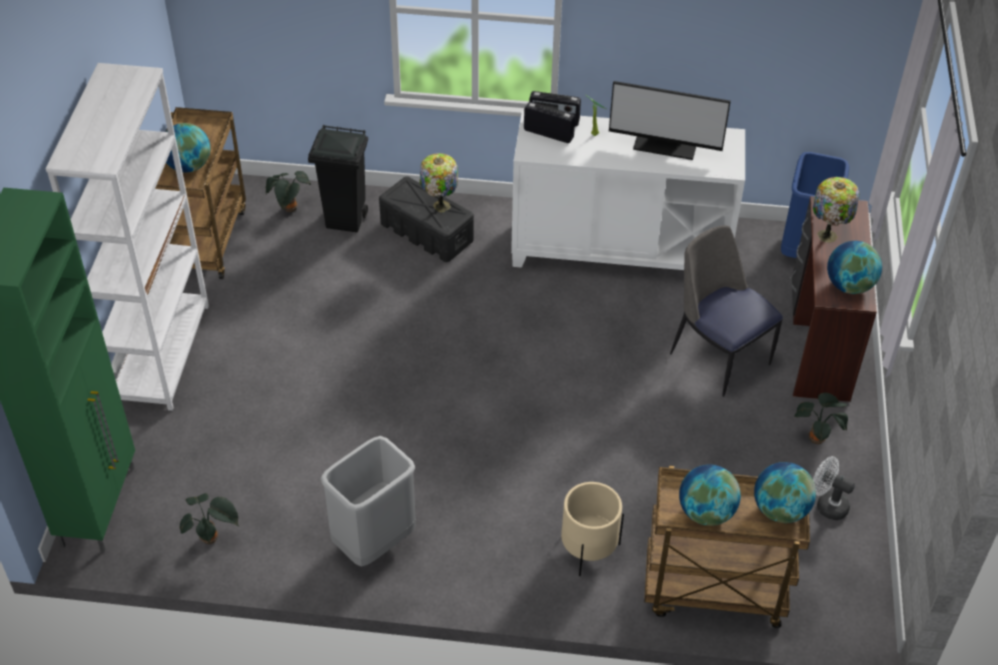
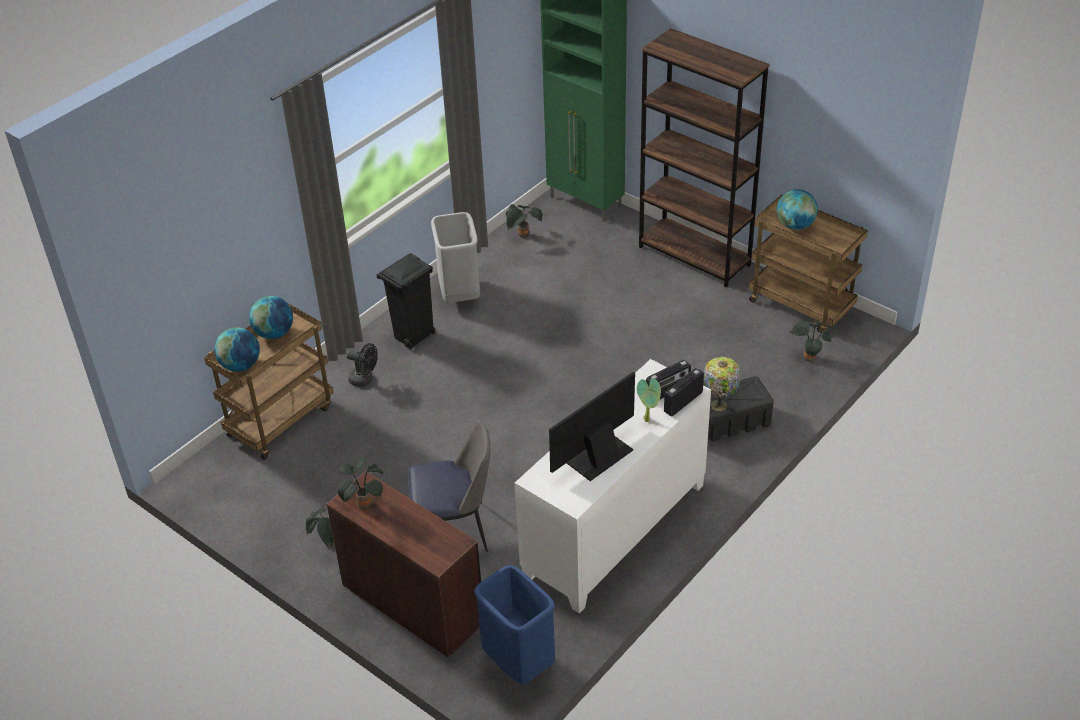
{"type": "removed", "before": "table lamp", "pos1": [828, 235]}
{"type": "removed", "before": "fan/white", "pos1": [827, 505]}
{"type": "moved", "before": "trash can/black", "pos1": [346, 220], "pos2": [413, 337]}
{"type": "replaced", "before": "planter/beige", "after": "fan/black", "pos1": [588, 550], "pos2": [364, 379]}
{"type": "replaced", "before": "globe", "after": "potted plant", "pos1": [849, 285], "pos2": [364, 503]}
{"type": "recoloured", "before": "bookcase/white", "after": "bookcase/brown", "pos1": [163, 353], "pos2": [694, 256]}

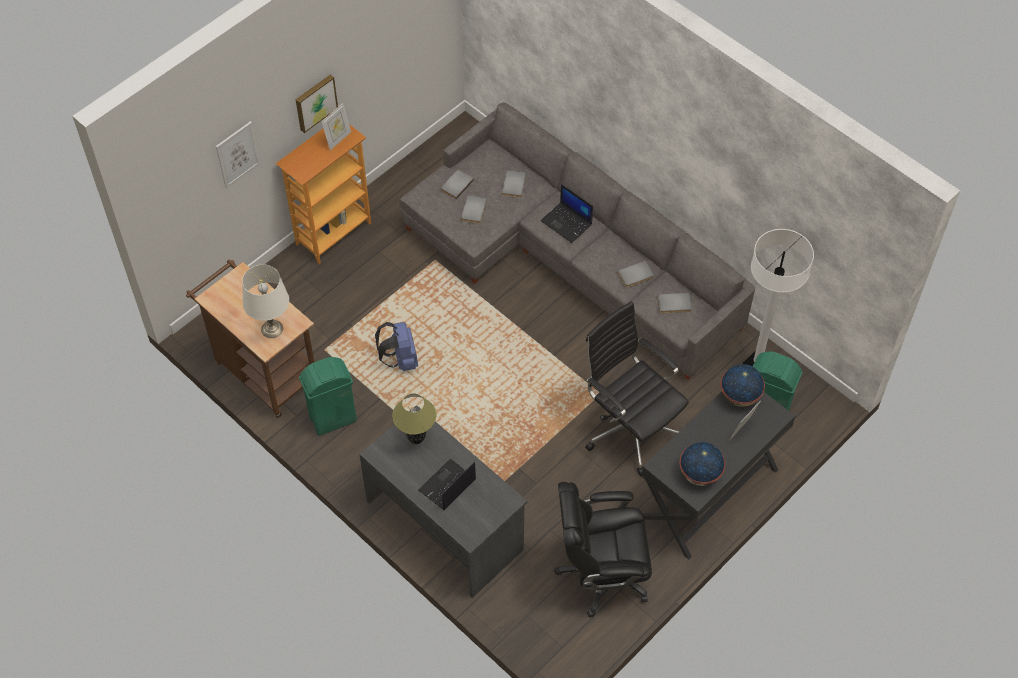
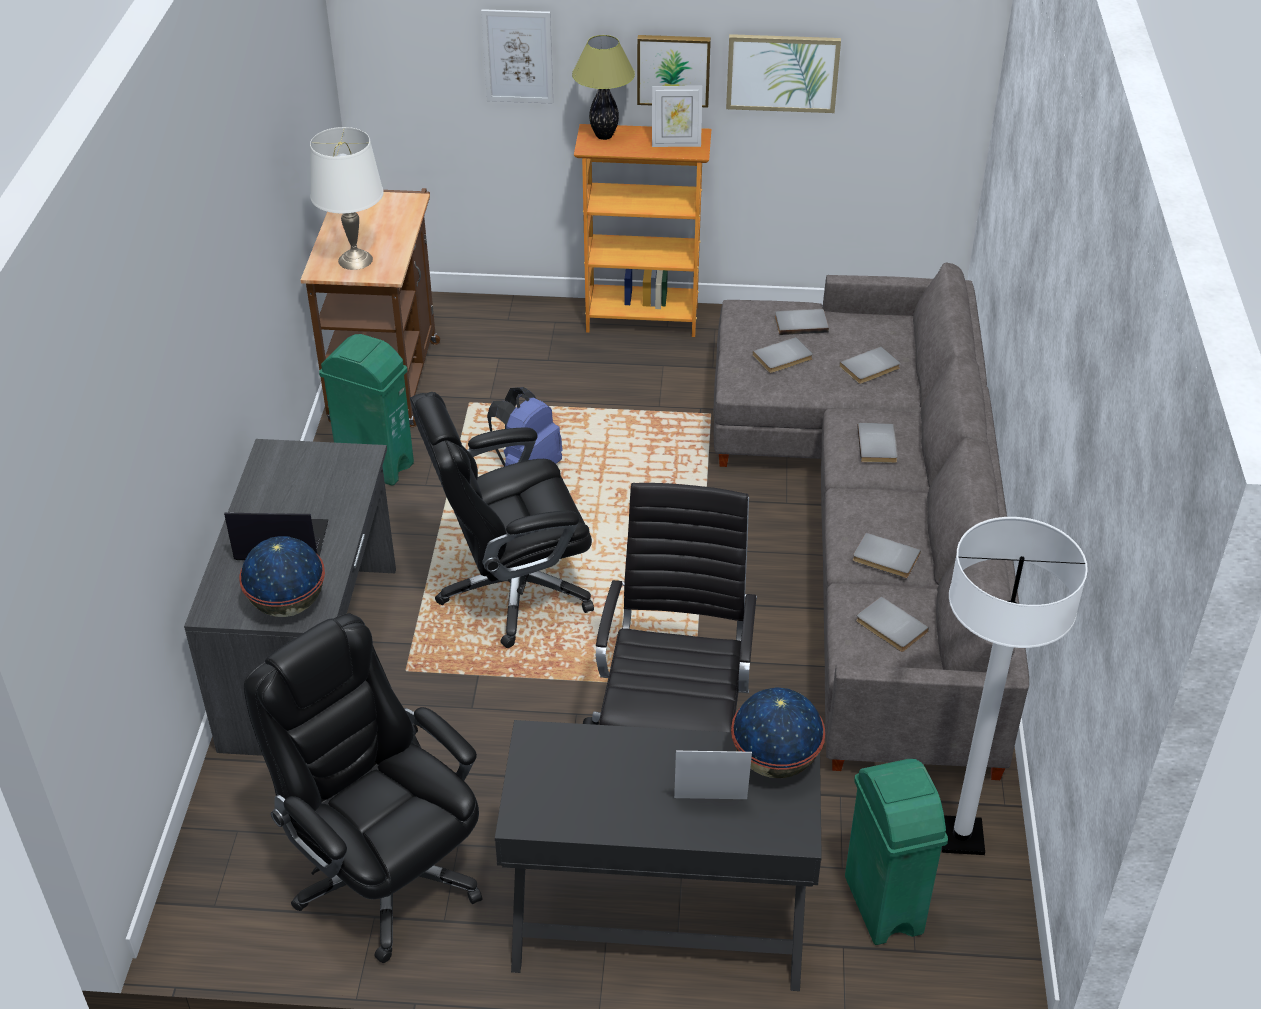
{"type": "added", "after": "office chair/black", "pos2": [512, 590]}
{"type": "added", "after": "picture", "pos2": [782, 72]}
{"type": "moved", "before": "table lamp", "pos1": [416, 439], "pos2": [604, 136]}
{"type": "moved", "before": "globe", "pos1": [699, 474], "pos2": [287, 604]}
{"type": "replaced", "before": "laptop", "after": "book/grey", "pos1": [567, 223], "pos2": [879, 445]}

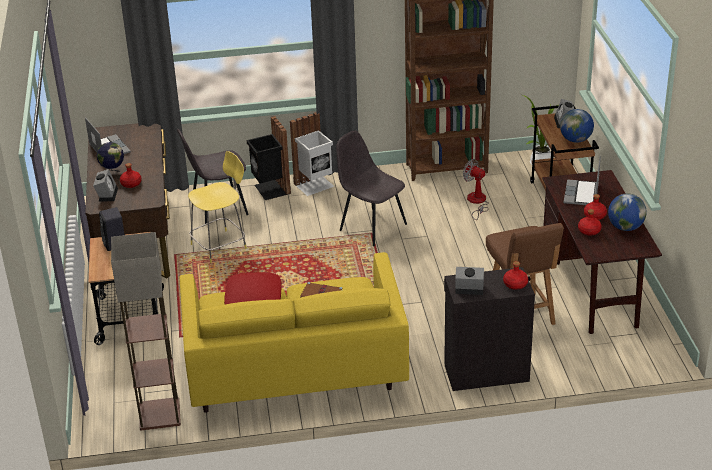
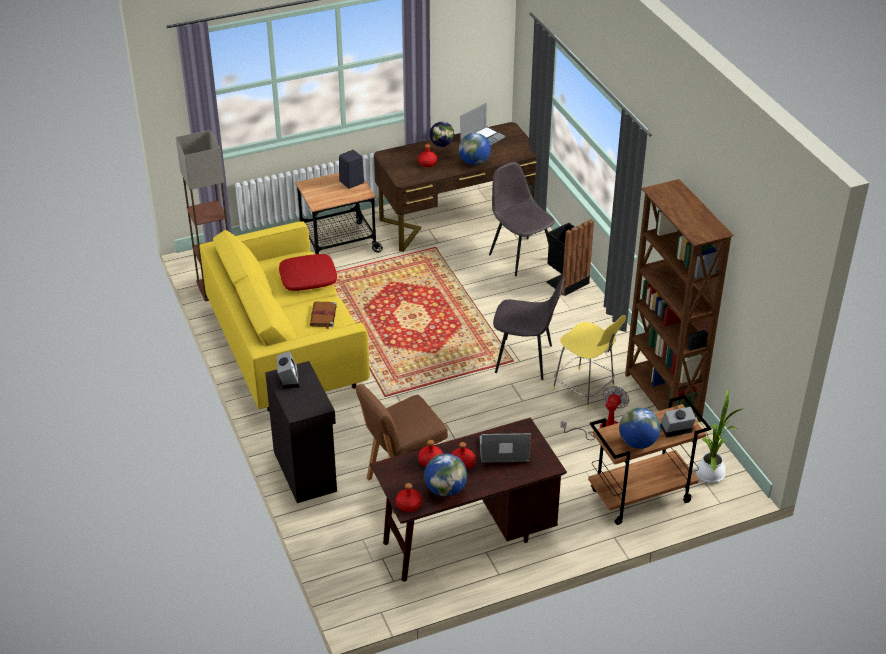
{"type": "removed", "before": "alarm clock", "pos1": [107, 194]}
{"type": "removed", "before": "trash can/white", "pos1": [315, 186]}
{"type": "added", "after": "globe", "pos2": [474, 162]}
{"type": "moved", "before": "stool/yellow", "pos1": [220, 246], "pos2": [585, 390]}
{"type": "moved", "before": "bottle/red", "pos1": [515, 284], "pos2": [409, 505]}
{"type": "turned", "before": "chair/grey", "pos1": [371, 226], "pos2": [525, 359], "turn": 75}

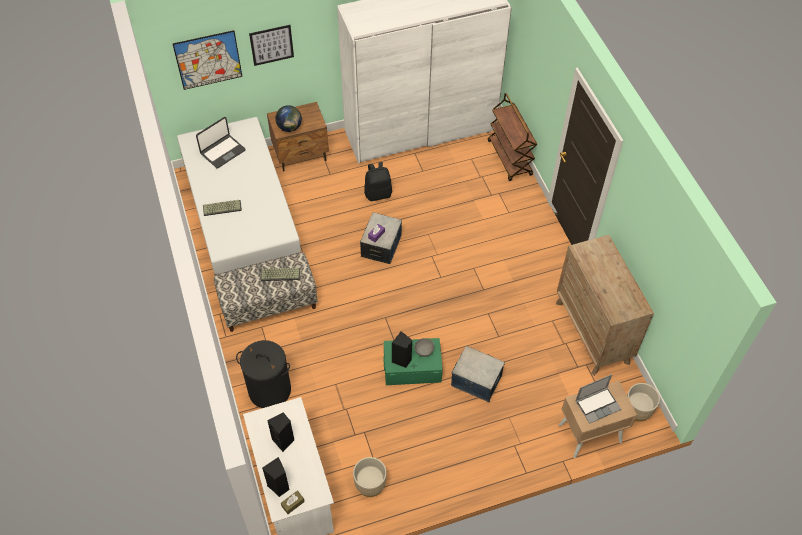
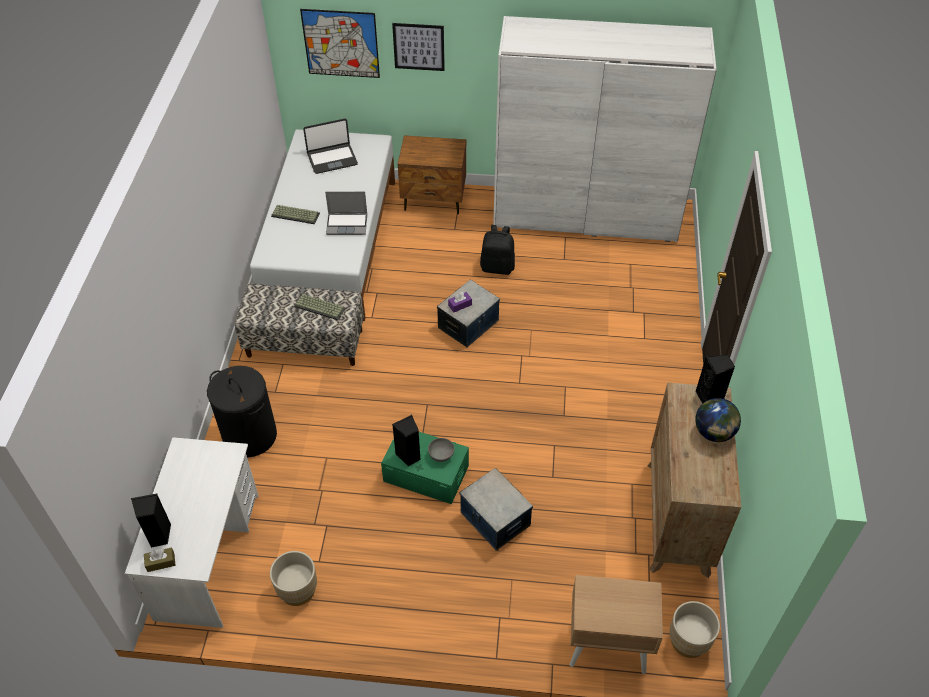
{"type": "removed", "before": "cart/brown", "pos1": [510, 158]}
{"type": "moved", "before": "speaker/black", "pos1": [284, 441], "pos2": [710, 398]}
{"type": "moved", "before": "globe", "pos1": [289, 127], "pos2": [713, 432]}
{"type": "moved", "before": "laptop", "pos1": [597, 405], "pos2": [347, 224]}

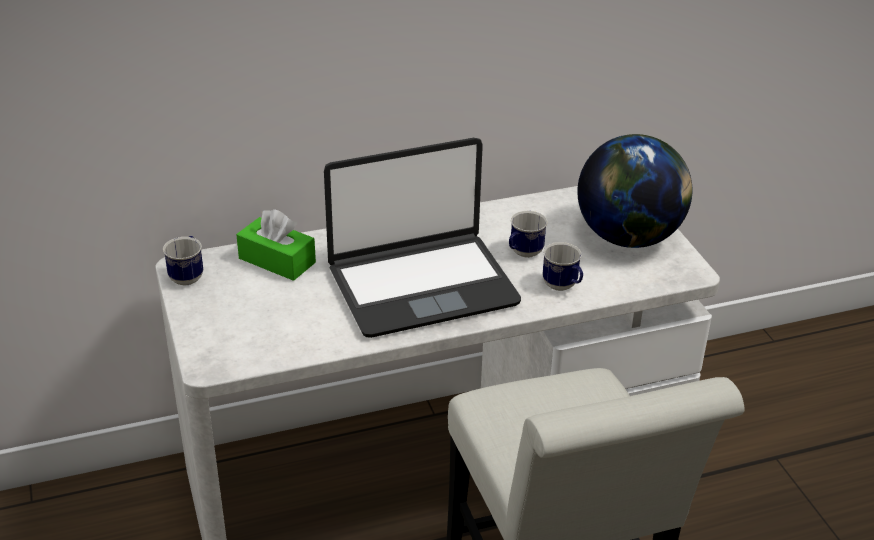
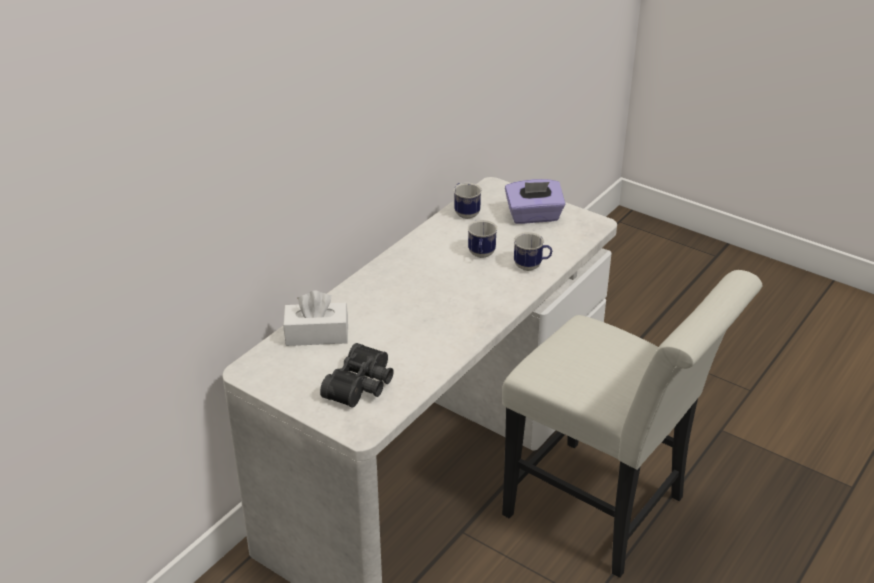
{"type": "removed", "before": "laptop", "pos1": [422, 285]}
{"type": "added", "after": "binoculars/black", "pos2": [362, 386]}
{"type": "moved", "before": "mug", "pos1": [188, 275], "pos2": [465, 212]}
{"type": "replaced", "before": "globe", "after": "tissue box/purple", "pos1": [629, 237], "pos2": [534, 216]}
{"type": "recoloured", "before": "tissue box/green", "after": "tissue box/white", "pos1": [277, 260], "pos2": [317, 334]}

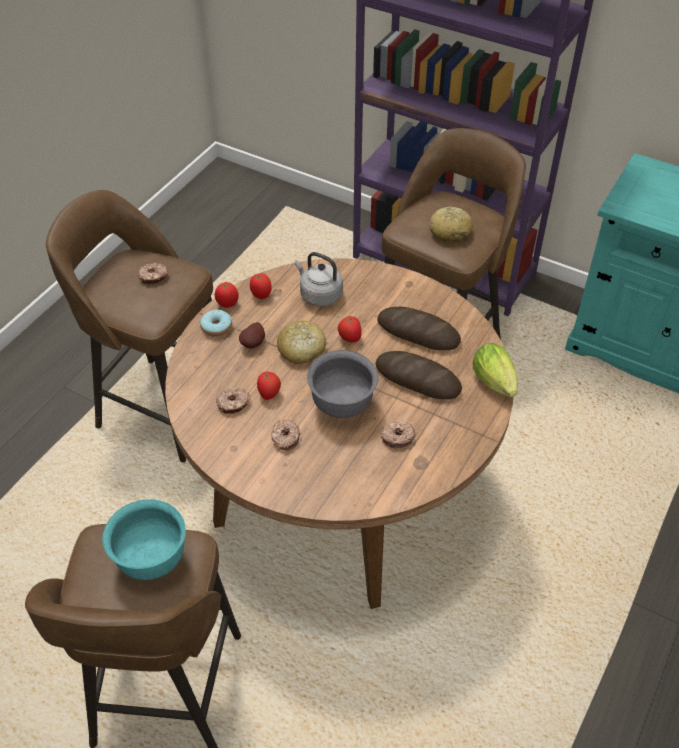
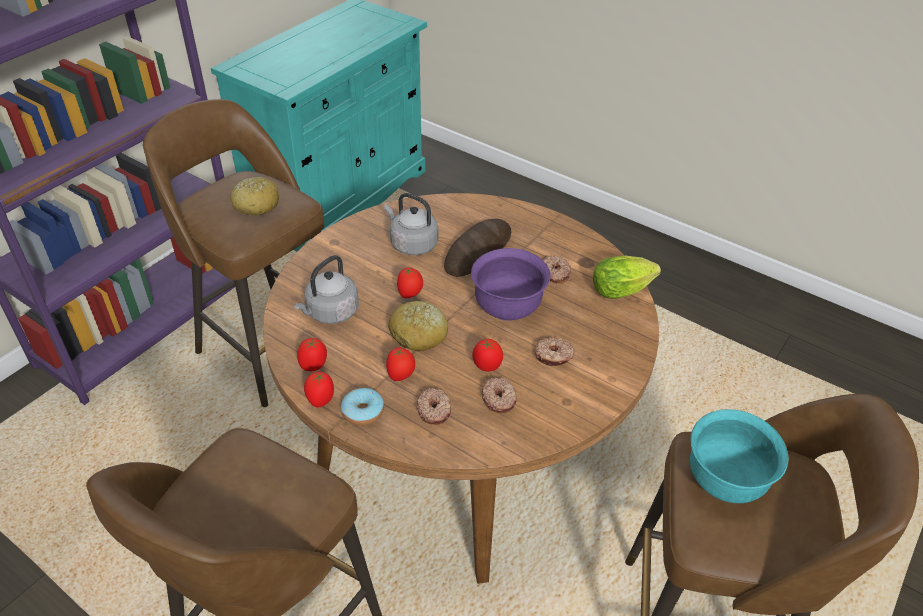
{"type": "moved", "before": "donut", "pos1": [153, 277], "pos2": [434, 410]}
{"type": "moved", "before": "lettuce", "pos1": [496, 384], "pos2": [624, 290]}
{"type": "replaced", "before": "potato", "after": "tomato", "pos1": [254, 343], "pos2": [401, 376]}
{"type": "replaced", "before": "bread", "after": "kettle/grey", "pos1": [418, 332], "pos2": [412, 244]}
{"type": "recoloured", "before": "bowl/grey", "after": "bowl/purple", "pos1": [342, 404], "pos2": [508, 308]}

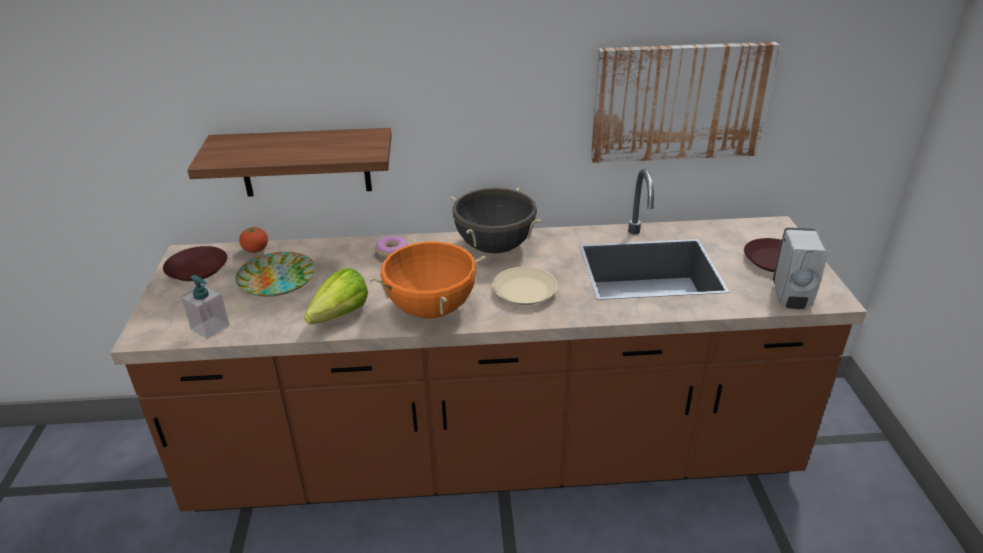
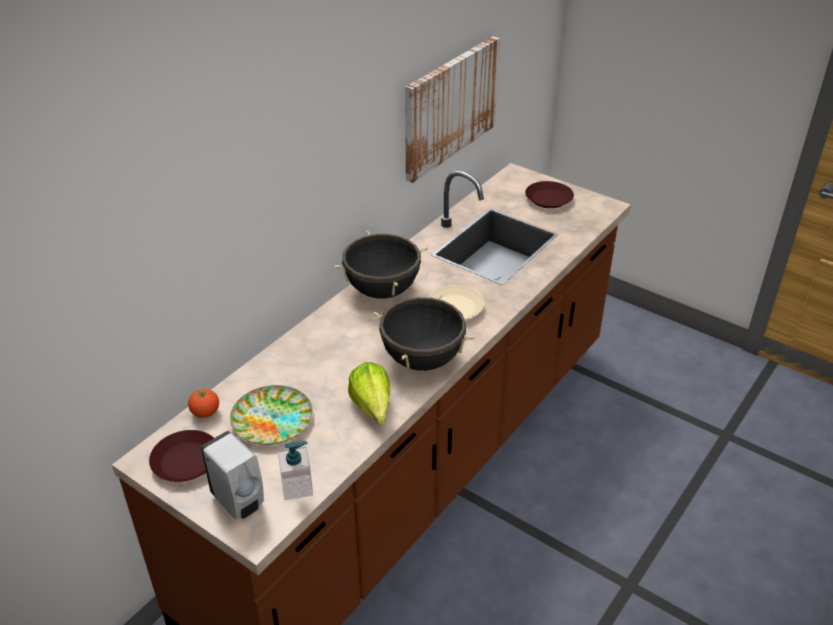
{"type": "removed", "before": "shelf", "pos1": [305, 162]}
{"type": "removed", "before": "donut", "pos1": [392, 251]}
{"type": "moved", "before": "soap dispenser/white", "pos1": [791, 298], "pos2": [239, 502]}
{"type": "recoloured", "before": "cooking pot/orange", "after": "cooking pot/black", "pos1": [431, 309], "pos2": [422, 359]}

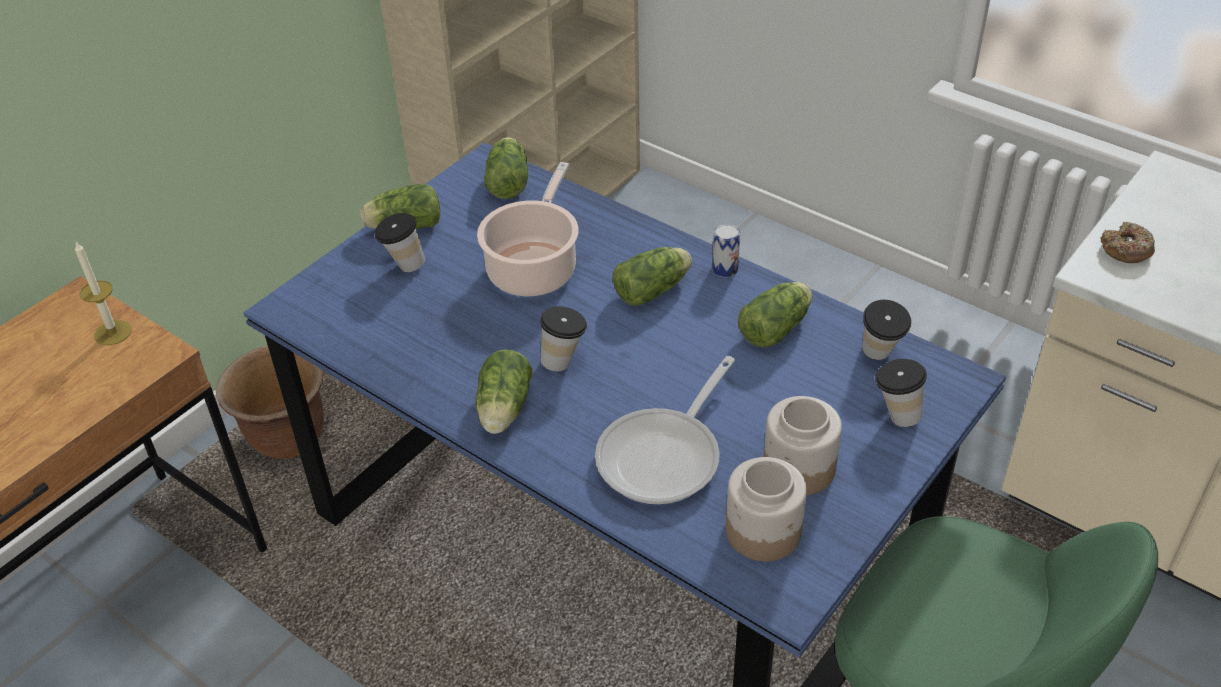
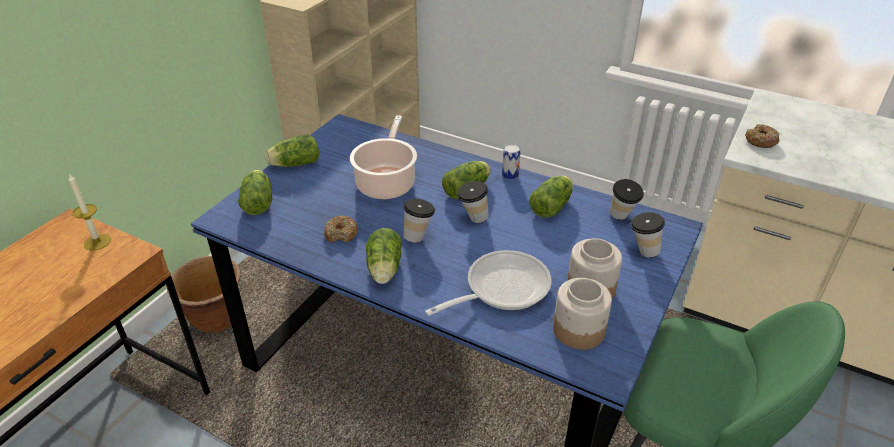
{"type": "added", "after": "donut", "pos2": [341, 234]}
{"type": "moved", "before": "cup", "pos1": [403, 265], "pos2": [472, 218]}
{"type": "moved", "before": "lettuce", "pos1": [508, 181], "pos2": [258, 201]}
{"type": "turned", "before": "frying pan", "pos1": [665, 455], "pos2": [500, 288], "turn": -150}

